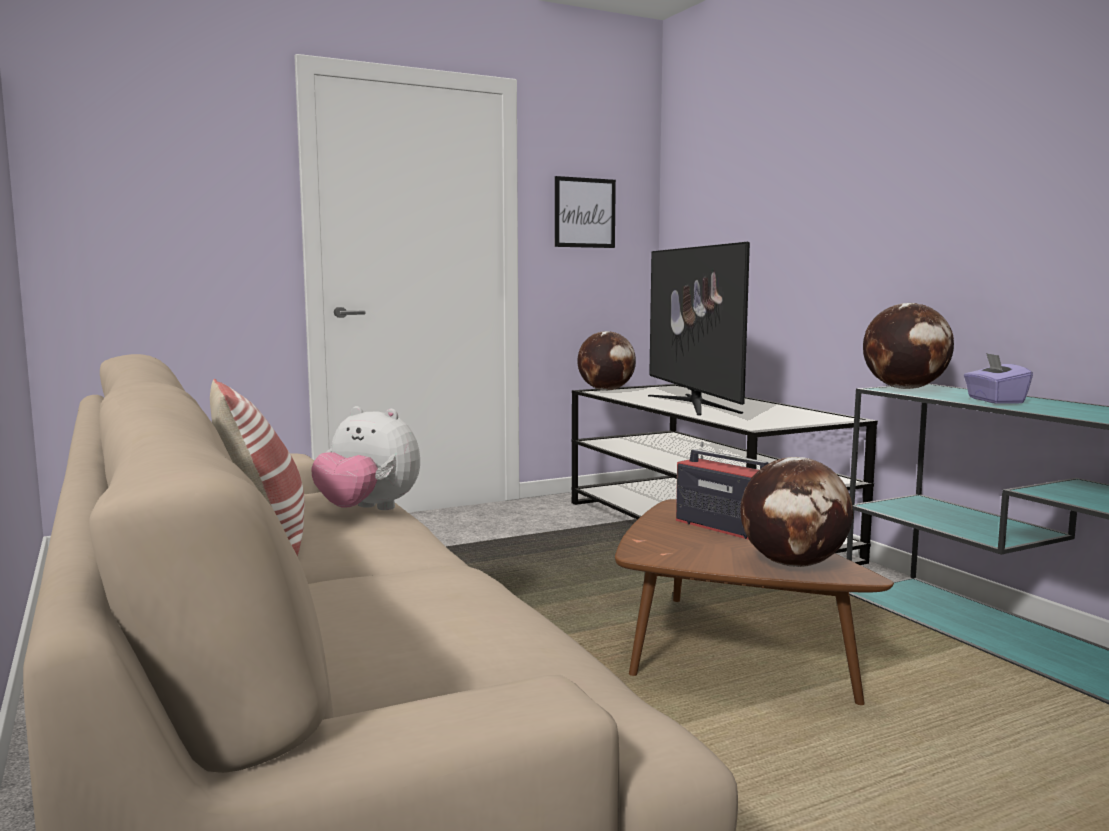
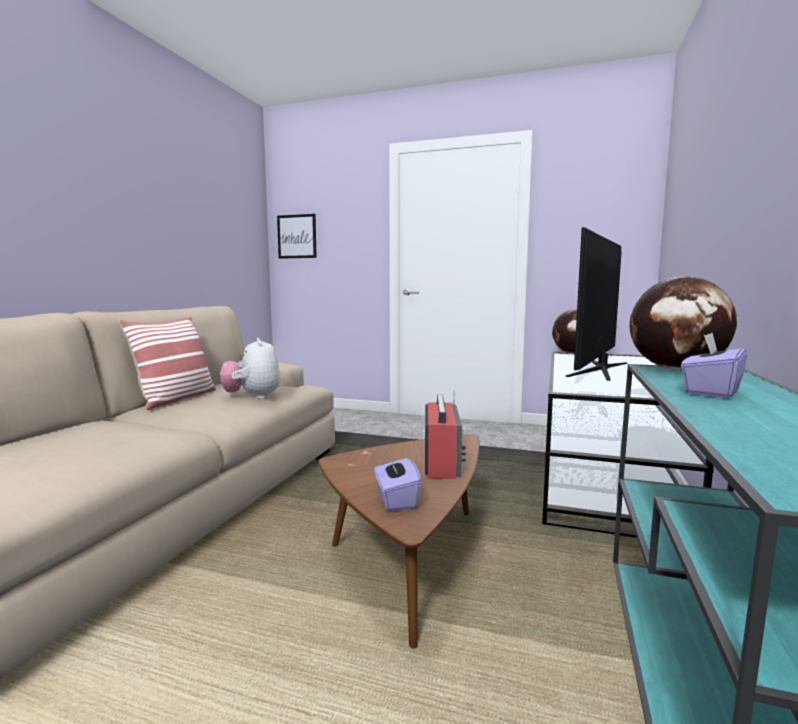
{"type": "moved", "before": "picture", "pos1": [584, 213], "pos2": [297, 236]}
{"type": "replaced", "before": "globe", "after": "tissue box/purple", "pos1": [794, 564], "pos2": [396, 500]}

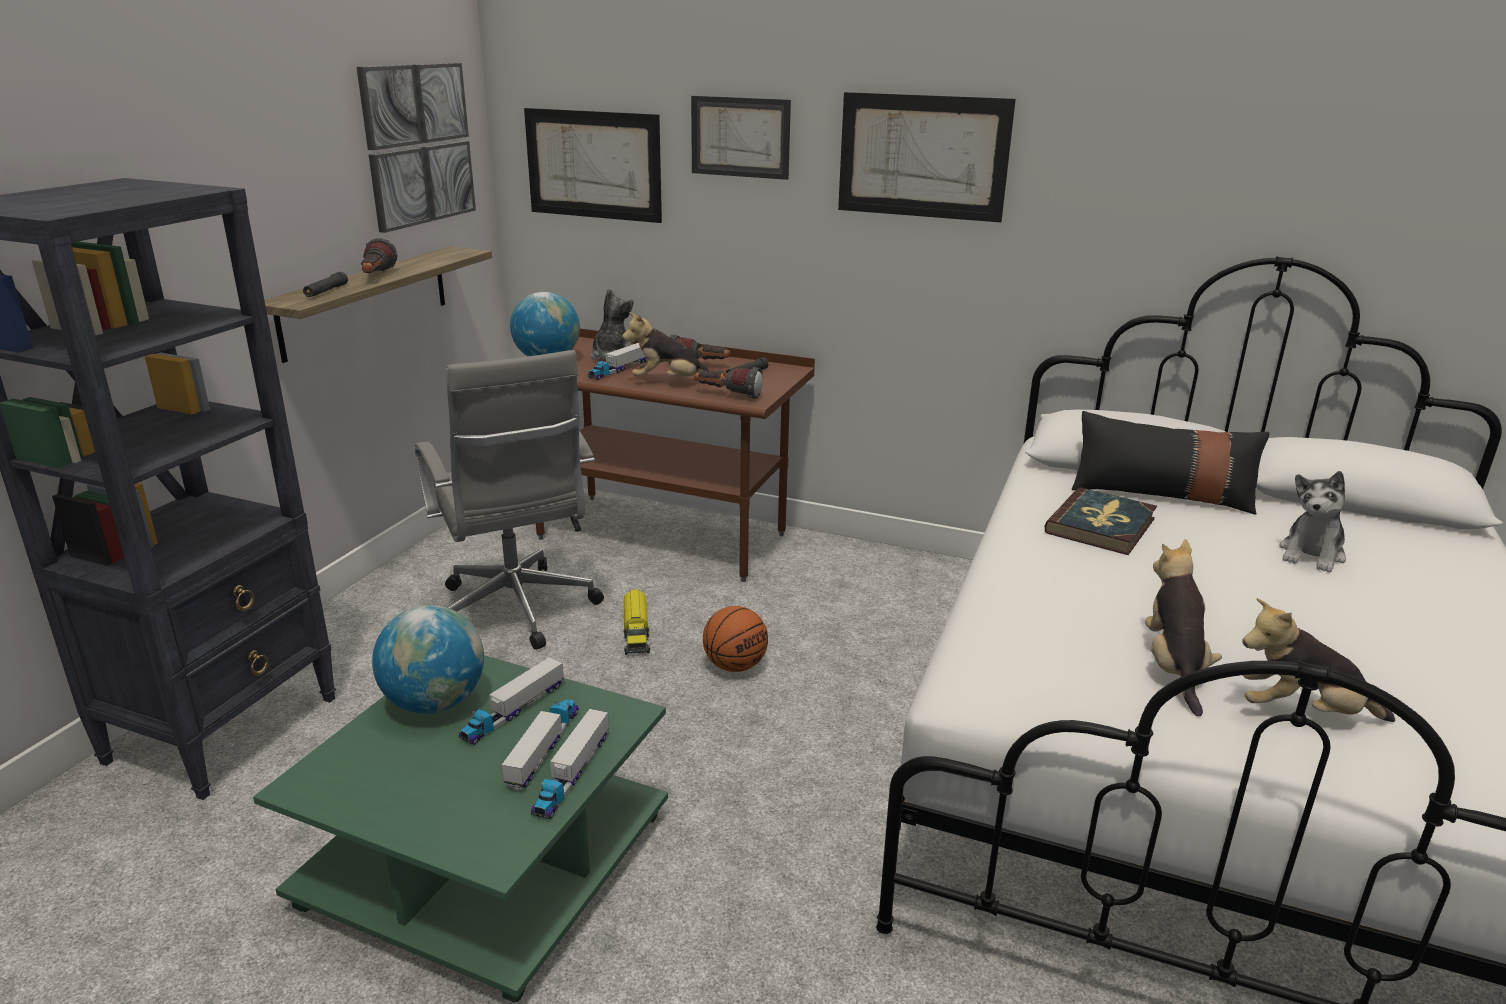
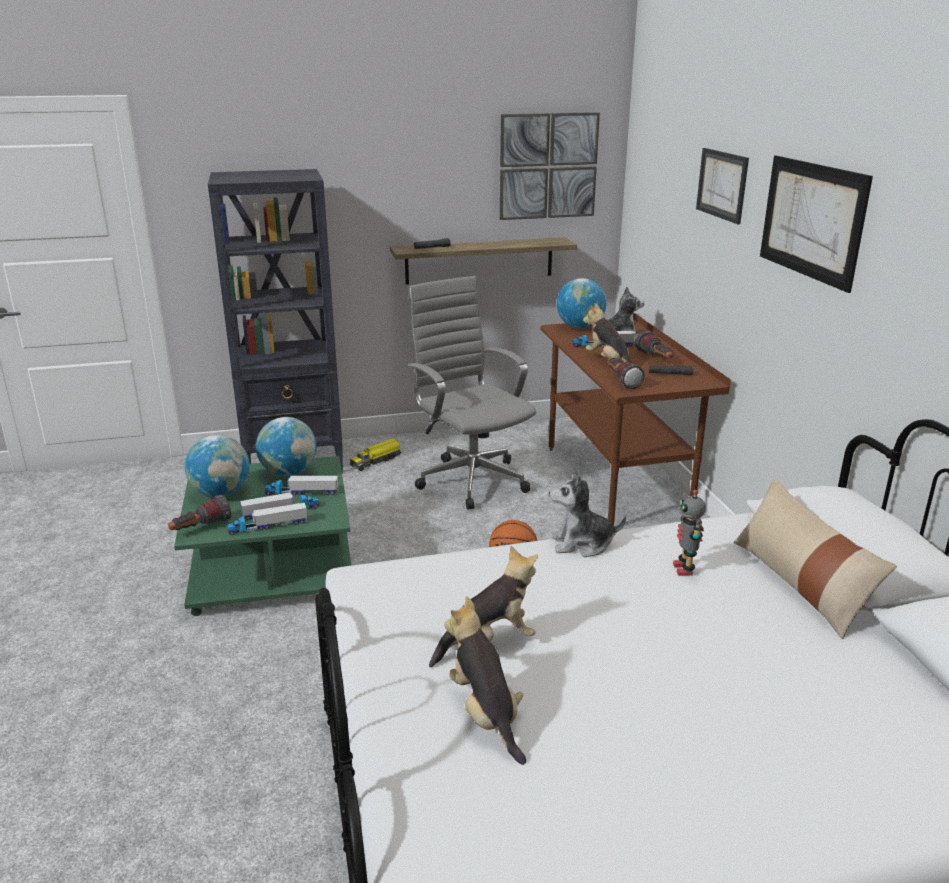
{"type": "removed", "before": "picture", "pos1": [593, 165]}
{"type": "added", "after": "globe", "pos2": [221, 493]}
{"type": "moved", "before": "flashlight", "pos1": [376, 277], "pos2": [200, 528]}
{"type": "moved", "before": "toy truck", "pos1": [636, 632], "pos2": [376, 461]}
{"type": "moved", "before": "plush toy", "pos1": [1311, 554], "pos2": [582, 544]}
{"type": "replaced", "before": "book", "after": "toy robot", "pos1": [1101, 526], "pos2": [685, 569]}
{"type": "recoloured", "before": "pillow/black", "after": "pillow/beige", "pos1": [1161, 494], "pos2": [800, 583]}
{"type": "turned", "before": "office chair/grey", "pos1": [517, 613], "pos2": [470, 479], "turn": 120}

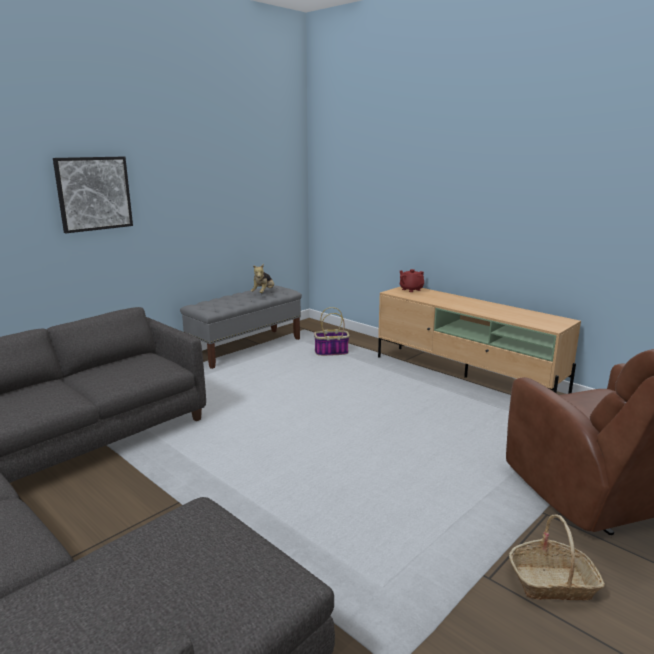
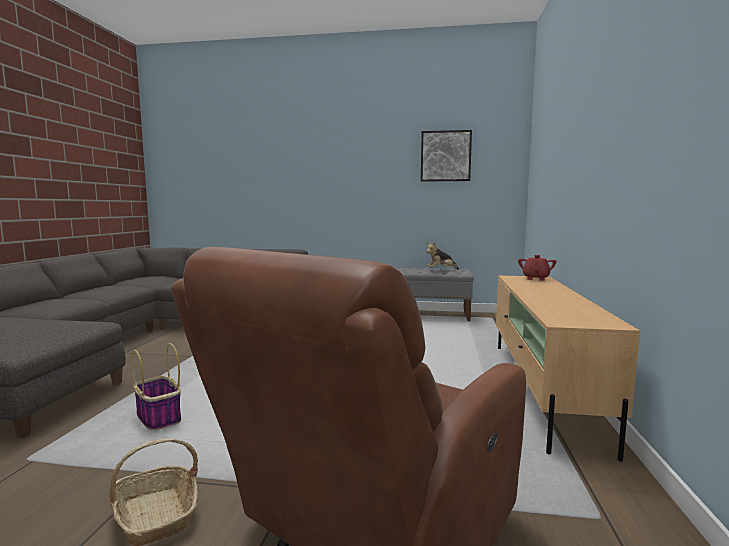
{"type": "moved", "before": "picture", "pos1": [94, 193], "pos2": [445, 156]}
{"type": "moved", "before": "basket", "pos1": [331, 352], "pos2": [158, 418]}

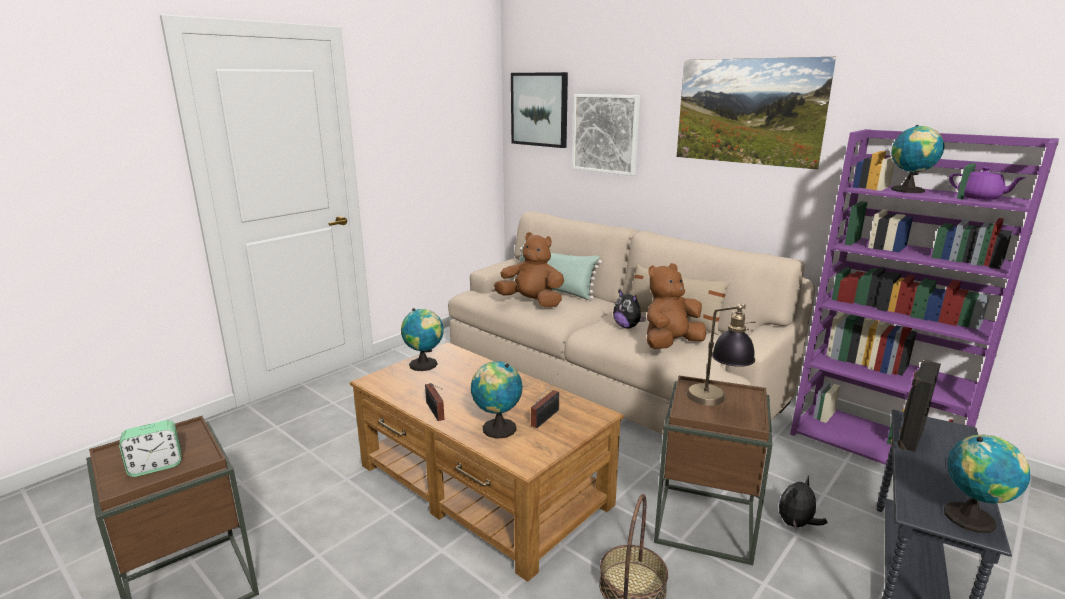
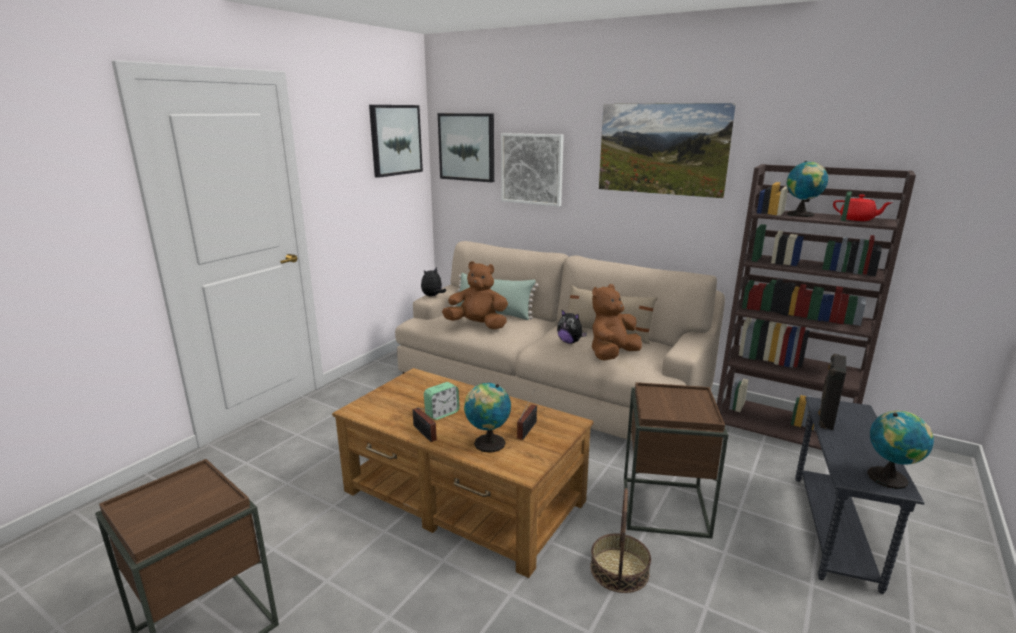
{"type": "removed", "before": "globe", "pos1": [425, 365]}
{"type": "removed", "before": "table lamp", "pos1": [715, 404]}
{"type": "added", "after": "picture", "pos2": [395, 140]}
{"type": "moved", "before": "alarm clock", "pos1": [156, 466], "pos2": [442, 413]}
{"type": "moved", "before": "plush toy", "pos1": [796, 524], "pos2": [432, 296]}
{"type": "recoloured", "before": "bookcase/purple", "after": "bookcase/brown", "pos1": [877, 444], "pos2": [783, 426]}
{"type": "recoloured", "before": "teapot/purple", "after": "teapot/red", "pos1": [980, 198], "pos2": [857, 219]}

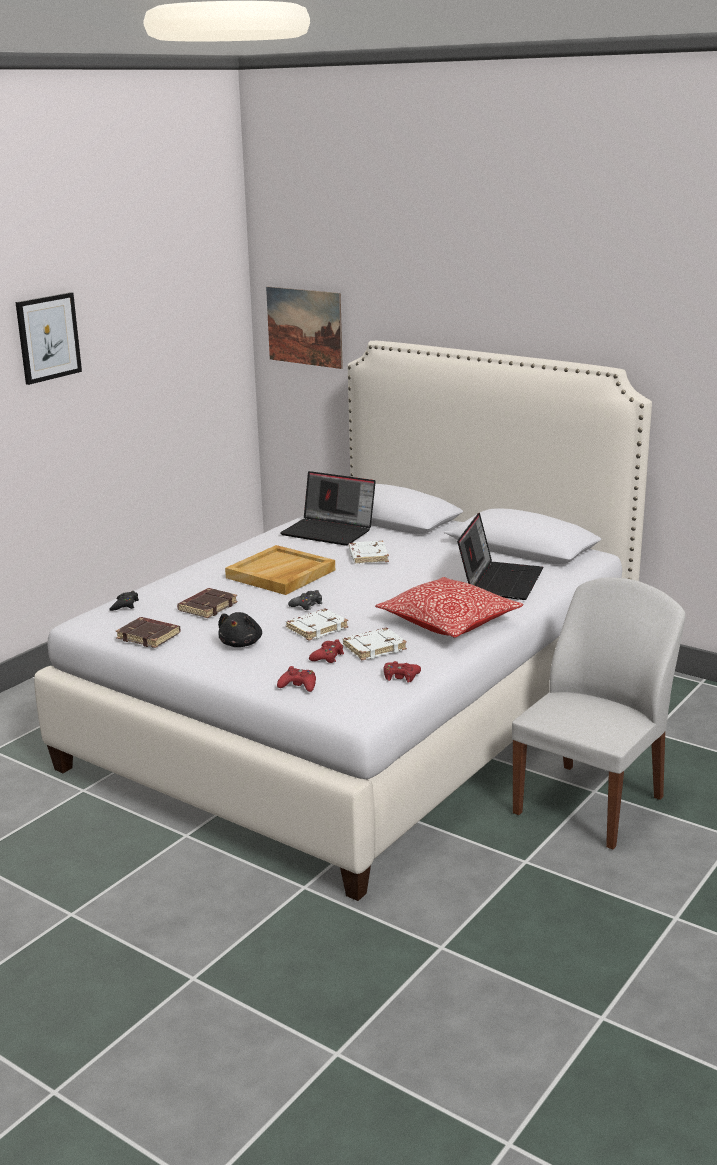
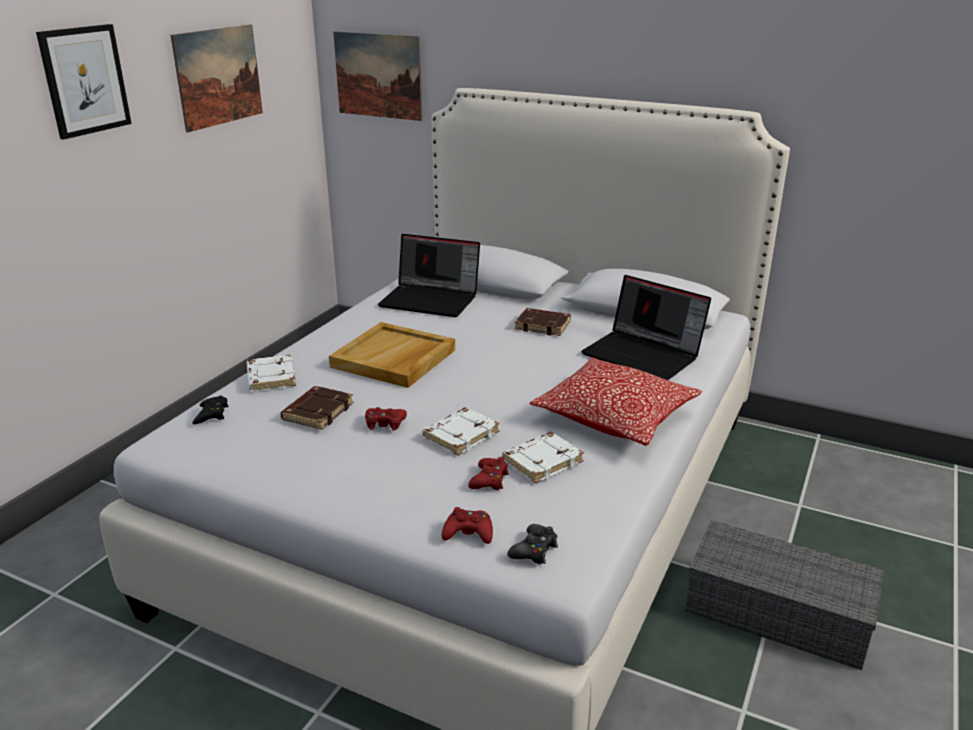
{"type": "removed", "before": "plush toy/black", "pos1": [241, 643]}
{"type": "added", "after": "picture", "pos2": [218, 76]}
{"type": "moved", "before": "book/brown", "pos1": [149, 636], "pos2": [543, 325]}
{"type": "moved", "before": "game controller/black", "pos1": [307, 605], "pos2": [534, 550]}
{"type": "moved", "before": "book/white", "pos1": [367, 556], "pos2": [270, 377]}
{"type": "moved", "before": "game controller/red", "pos1": [400, 676], "pos2": [385, 423]}
{"type": "replaced", "before": "chair/white", "after": "storage box/grey", "pos1": [591, 804], "pos2": [780, 611]}
{"type": "turned", "before": "laptop", "pos1": [500, 581], "pos2": [644, 355], "turn": 120}

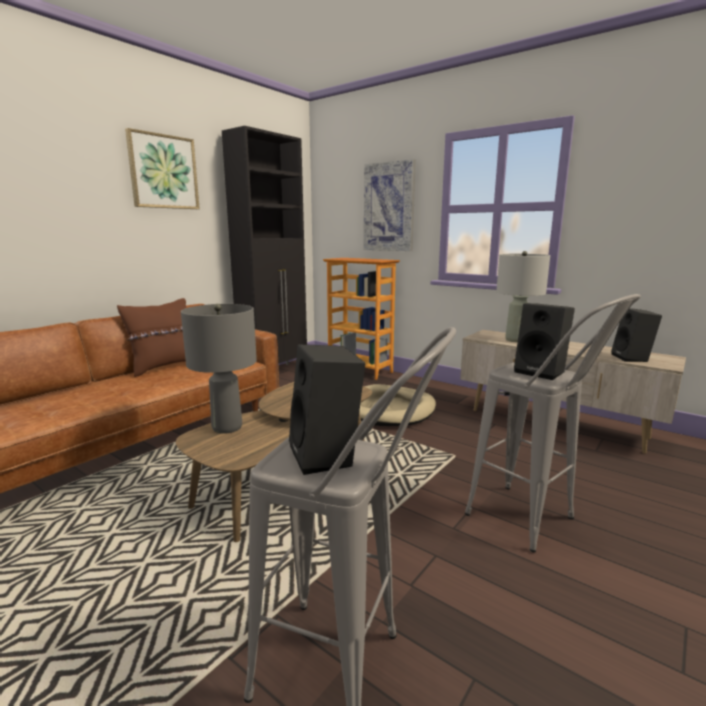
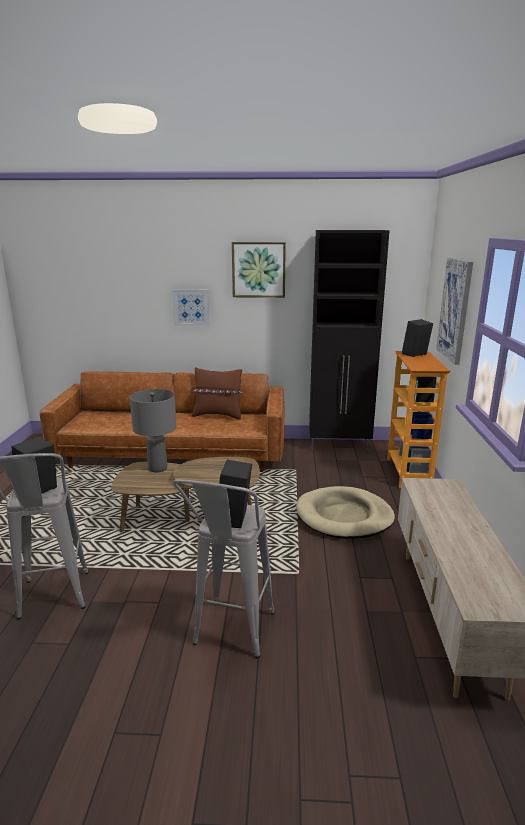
{"type": "removed", "before": "table lamp/grey", "pos1": [515, 340]}
{"type": "added", "after": "picture", "pos2": [191, 307]}
{"type": "moved", "before": "speaker/black", "pos1": [632, 358], "pos2": [415, 355]}

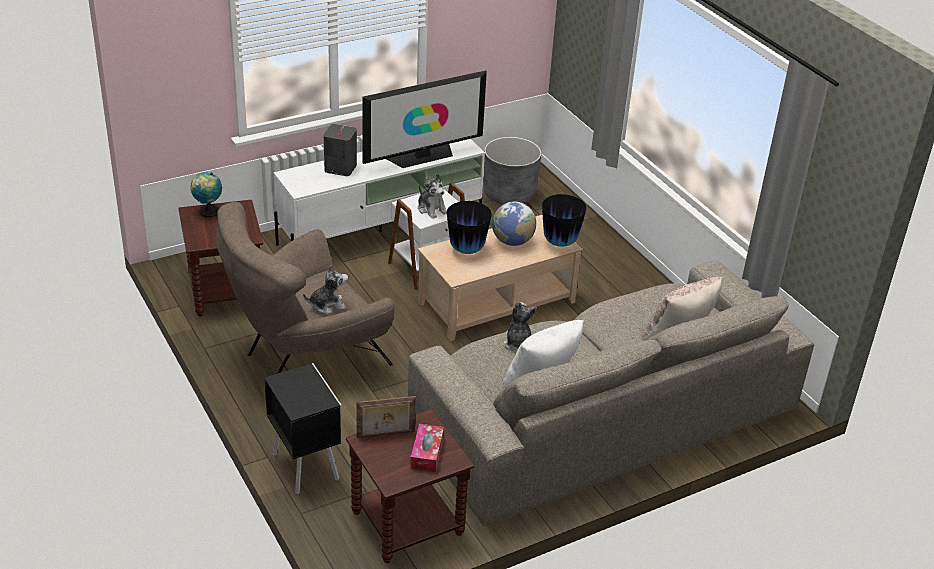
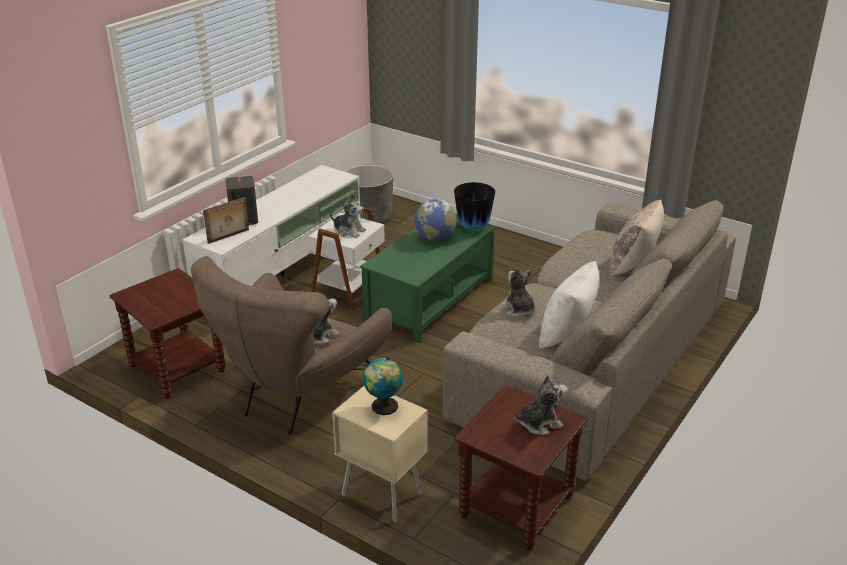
{"type": "removed", "before": "television", "pos1": [422, 156]}
{"type": "removed", "before": "vase", "pos1": [466, 250]}
{"type": "moved", "before": "globe", "pos1": [208, 212], "pos2": [383, 407]}
{"type": "moved", "before": "picture frame", "pos1": [386, 435], "pos2": [228, 236]}
{"type": "replaced", "before": "tissue box", "after": "plush toy", "pos1": [427, 453], "pos2": [539, 423]}
{"type": "recoloured", "before": "nightstand/black", "after": "nightstand/beige", "pos1": [305, 466], "pos2": [381, 493]}
{"type": "recoloured", "before": "coffee table/beige", "after": "coffee table/green", "pos1": [497, 303], "pos2": [430, 299]}

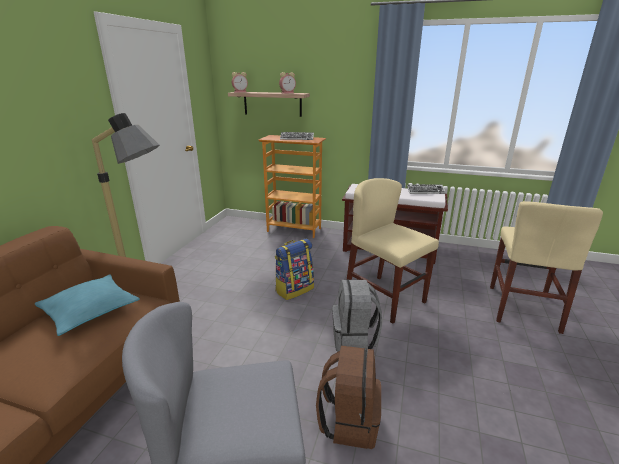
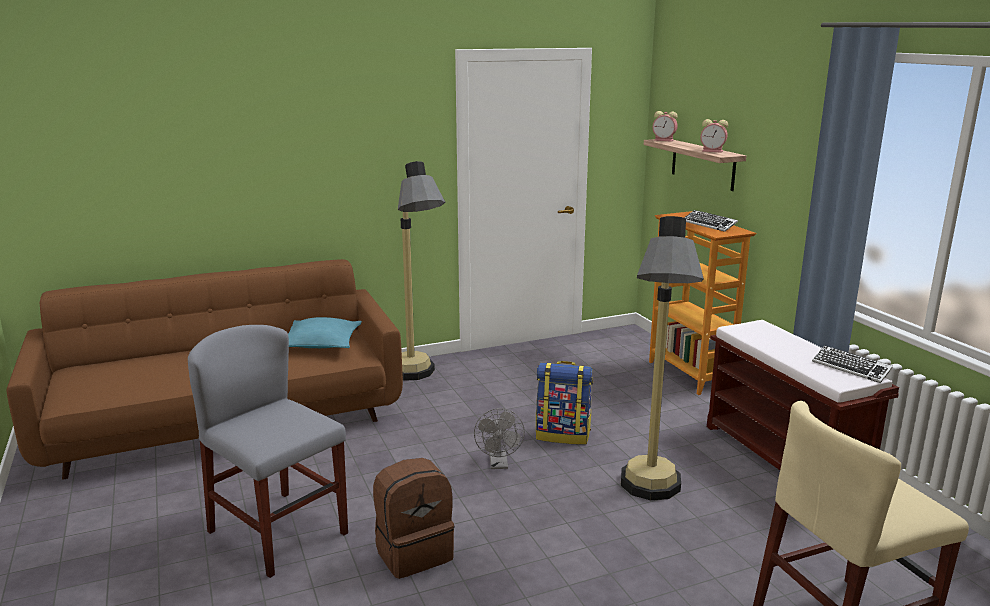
{"type": "removed", "before": "backpack/grey", "pos1": [354, 338]}
{"type": "added", "after": "fan/grey", "pos2": [499, 464]}
{"type": "replaced", "before": "chair/beige", "after": "floor lamp", "pos1": [385, 298], "pos2": [650, 499]}

